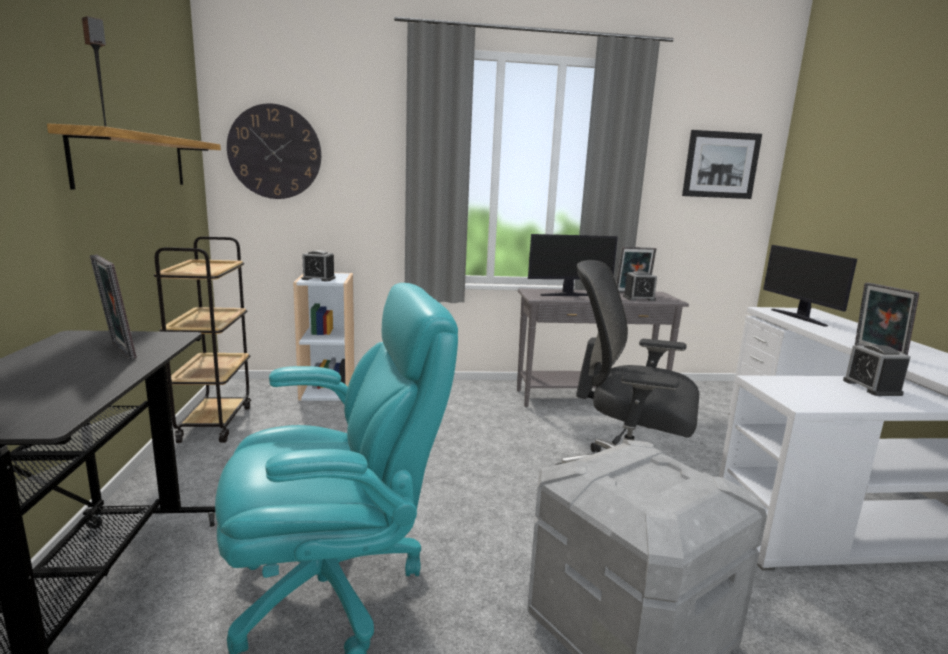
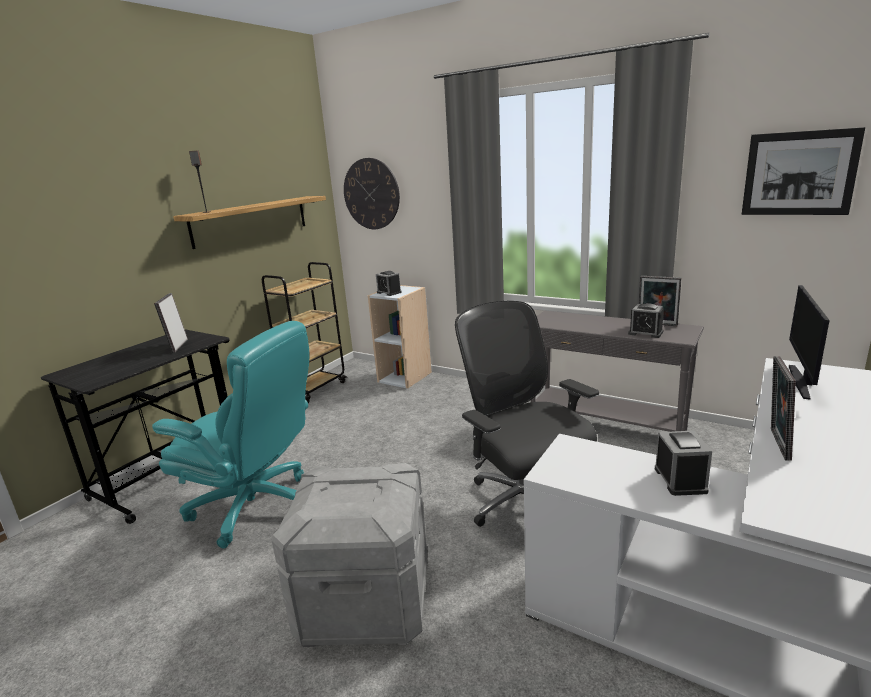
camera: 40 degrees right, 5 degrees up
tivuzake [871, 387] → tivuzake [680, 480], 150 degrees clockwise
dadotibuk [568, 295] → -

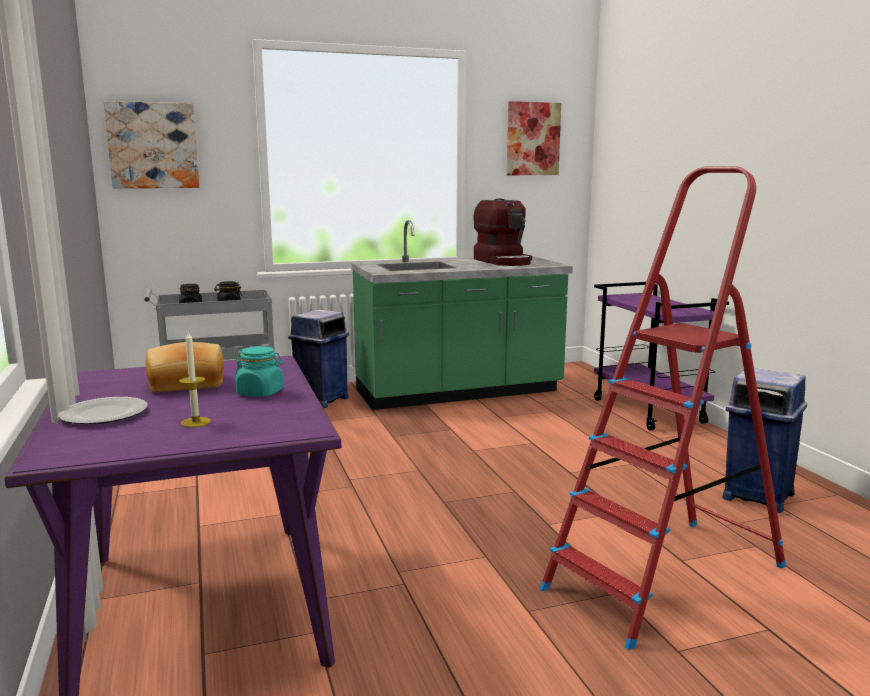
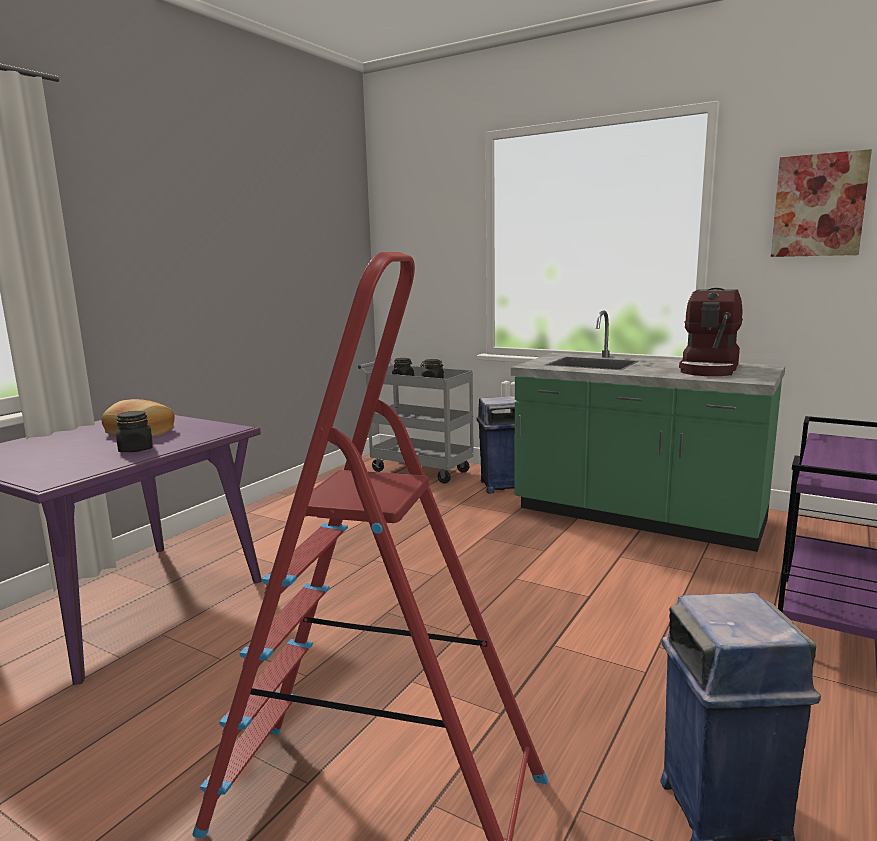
camera: 50 degrees right, 0 degrees up
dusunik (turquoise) [260, 393] → dusunik (black) [136, 449]
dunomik [105, 414] → -
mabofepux [153, 145] → -
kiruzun [195, 422] → -

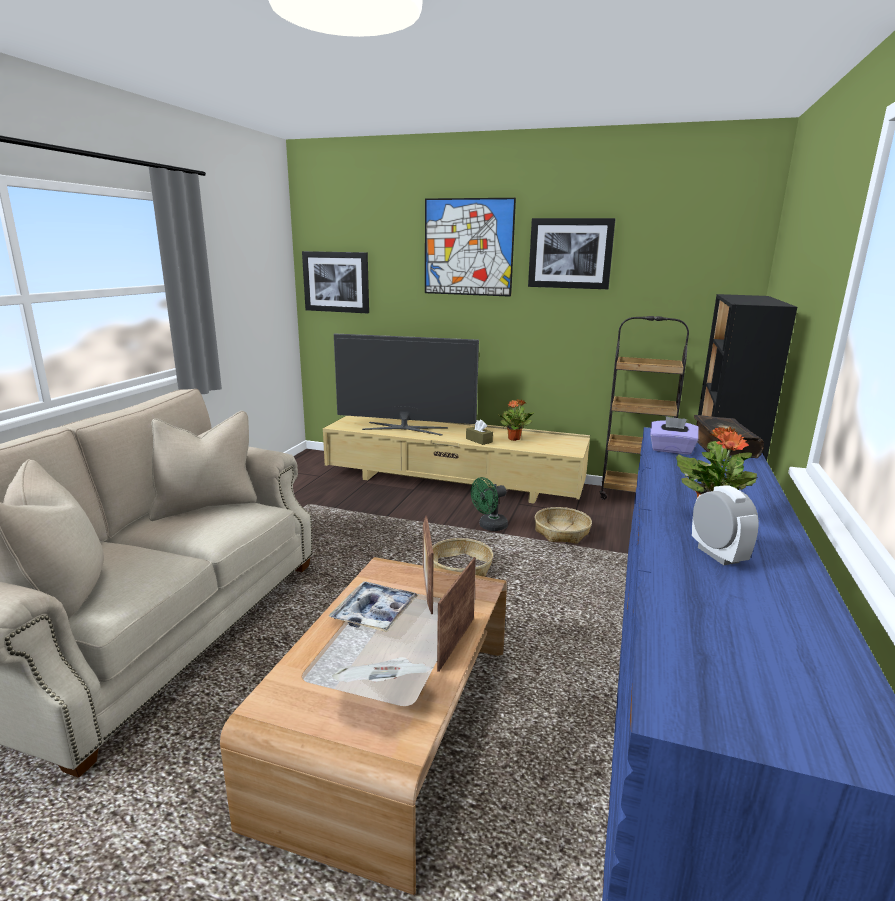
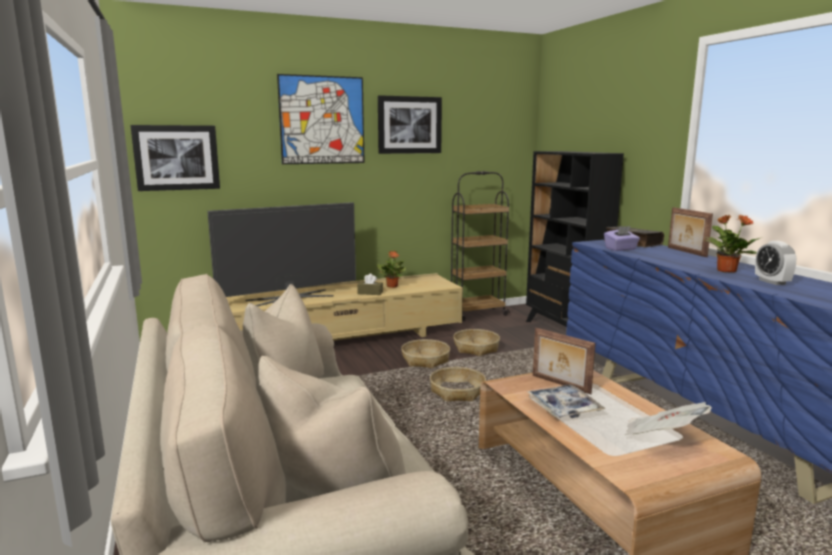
camera: 40 degrees left, 5 degrees down
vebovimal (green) [489, 527] → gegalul [425, 360]
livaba [455, 642] → livaba [686, 252], shifted
tivuzake [717, 555] → tivuzake [772, 282], 135 degrees counterclockwise

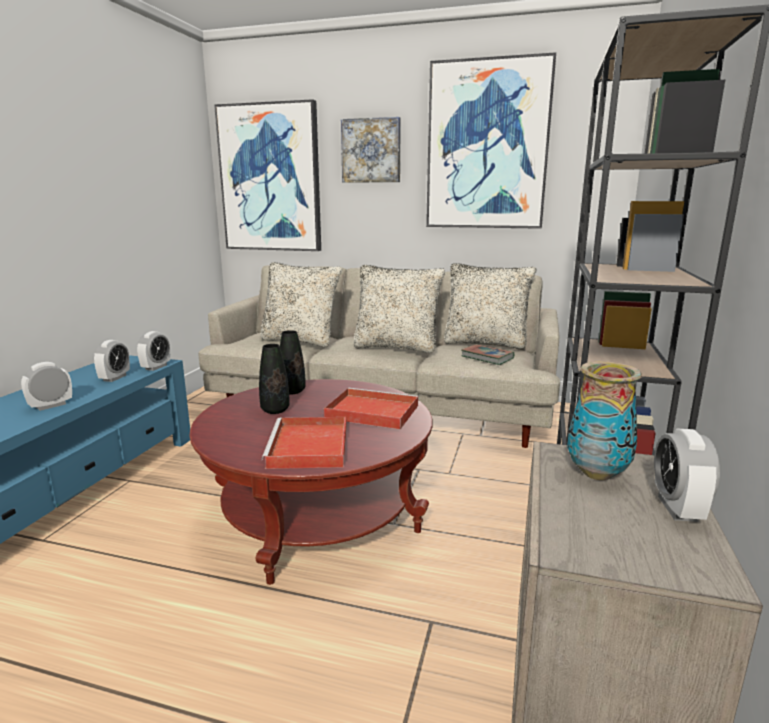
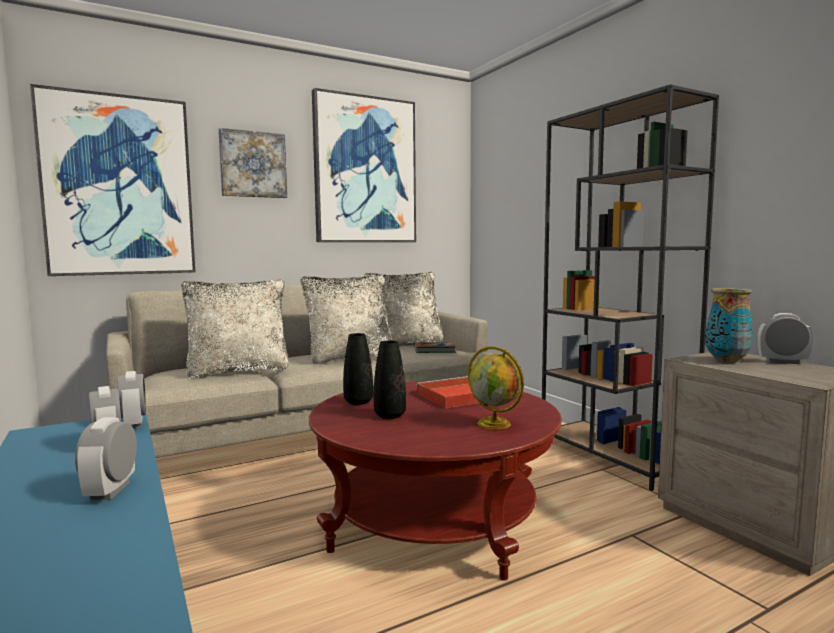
camera: 45 degrees left, 10 degrees down
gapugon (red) [309, 447] → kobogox [495, 424]
tivuzake [677, 508] → tivuzake [782, 362], 150 degrees clockwise

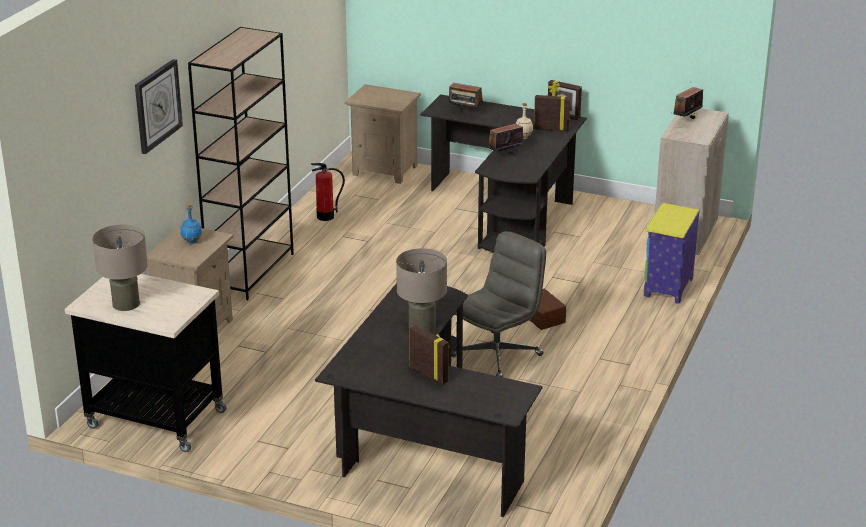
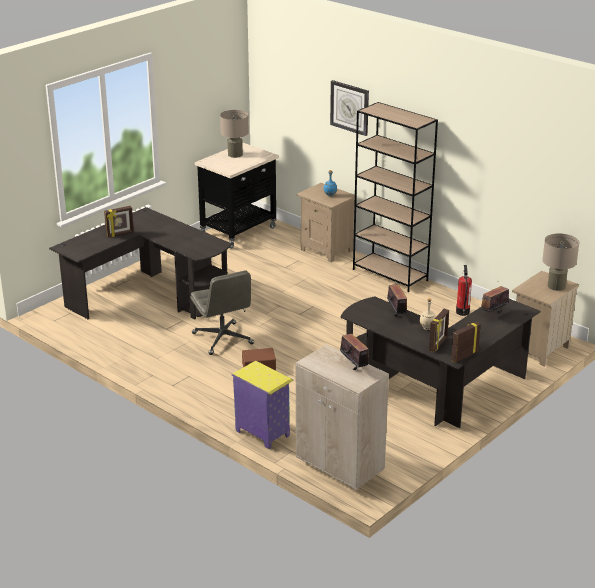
camera: 110 degrees right, 0 degrees up
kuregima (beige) [421, 326] → kuregima (beige) [556, 286], shifted

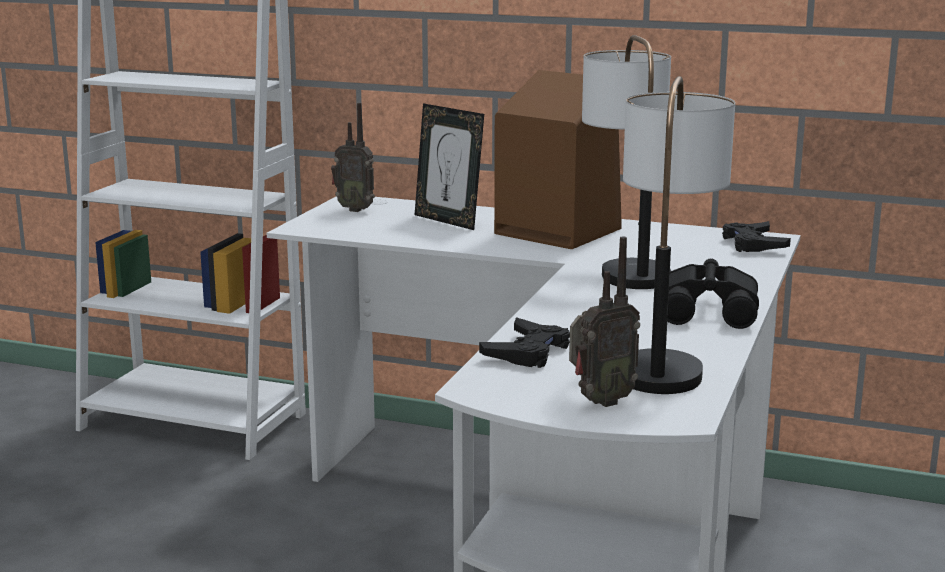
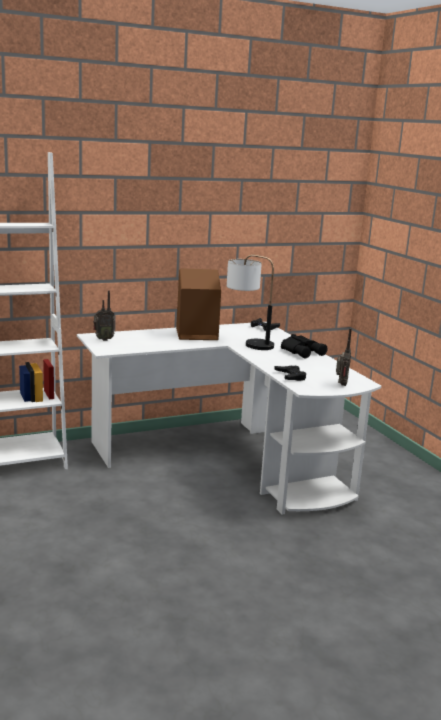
camera: 45 degrees left, 0 degrees up
livaba [448, 221] → -
kuregima [664, 359] → -

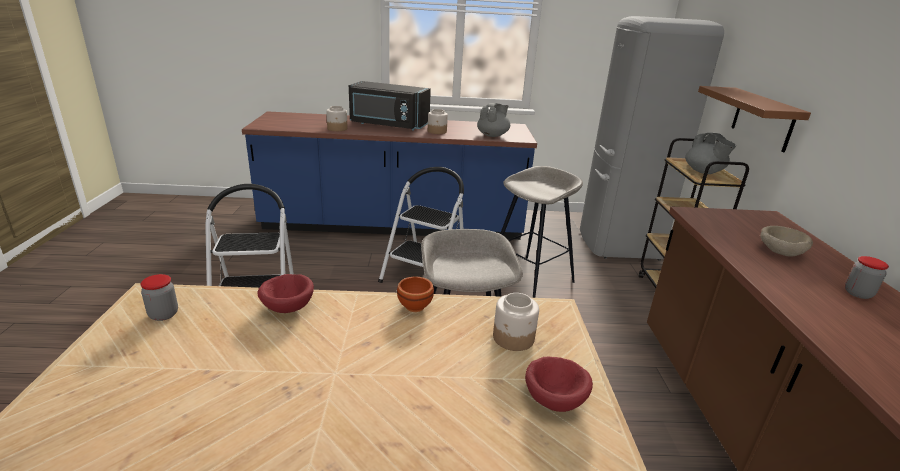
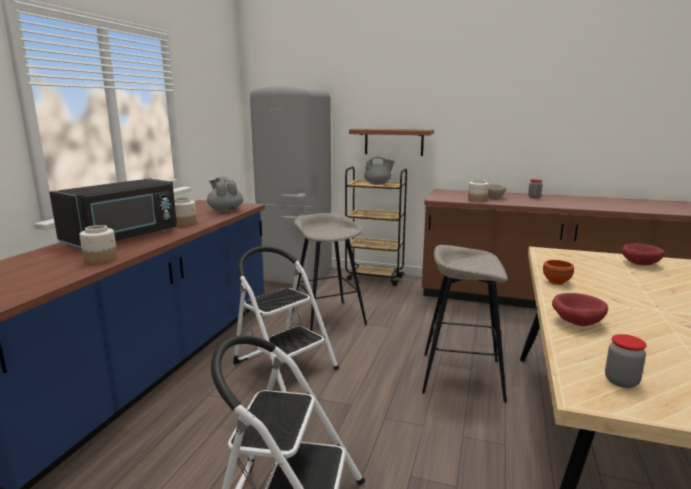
camera: 70 degrees left, 10 degrees down
dusunik [513, 338] → dusunik [477, 200], shifted

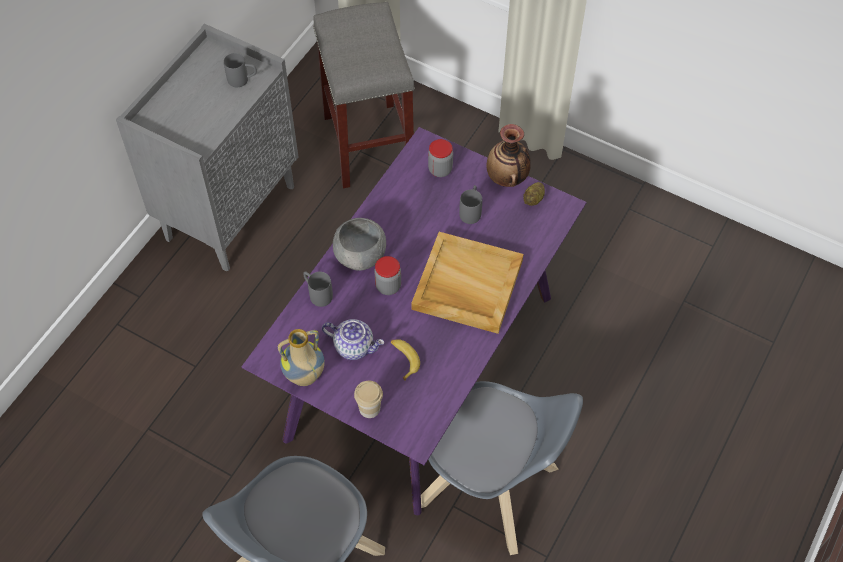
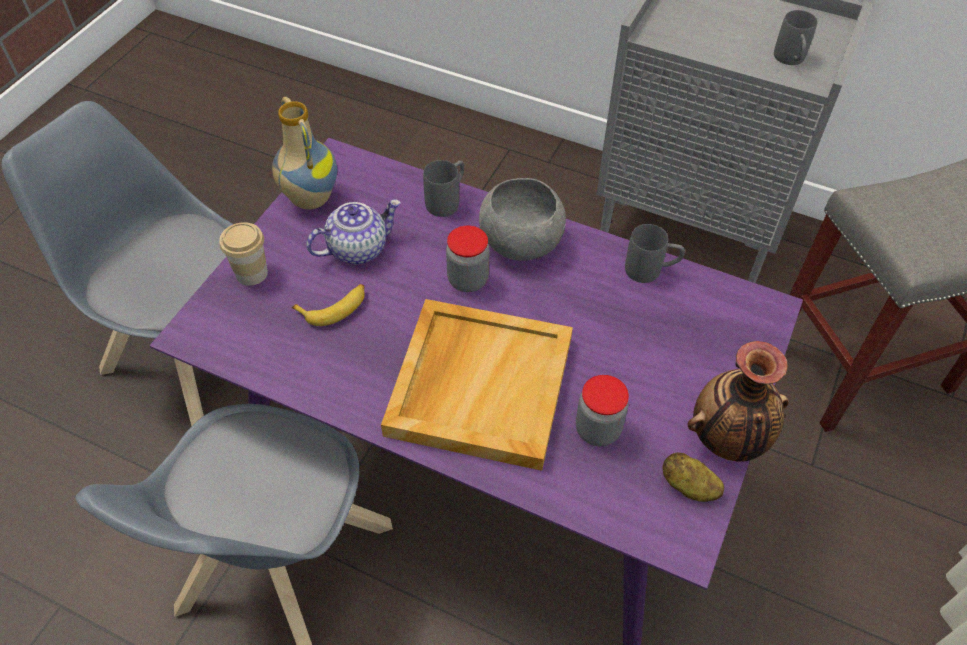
camera: 85 degrees right, 5 degrees down
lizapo [354, 346] → lizapo [358, 248], 135 degrees counterclockwise
dusunik [440, 169] → dusunik [597, 429], shifted
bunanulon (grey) [471, 211] → bunanulon (grey) [651, 270], shifted

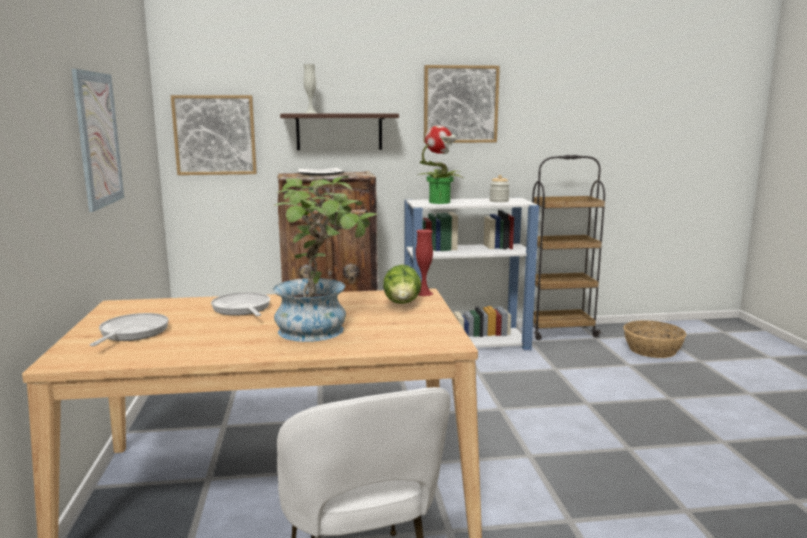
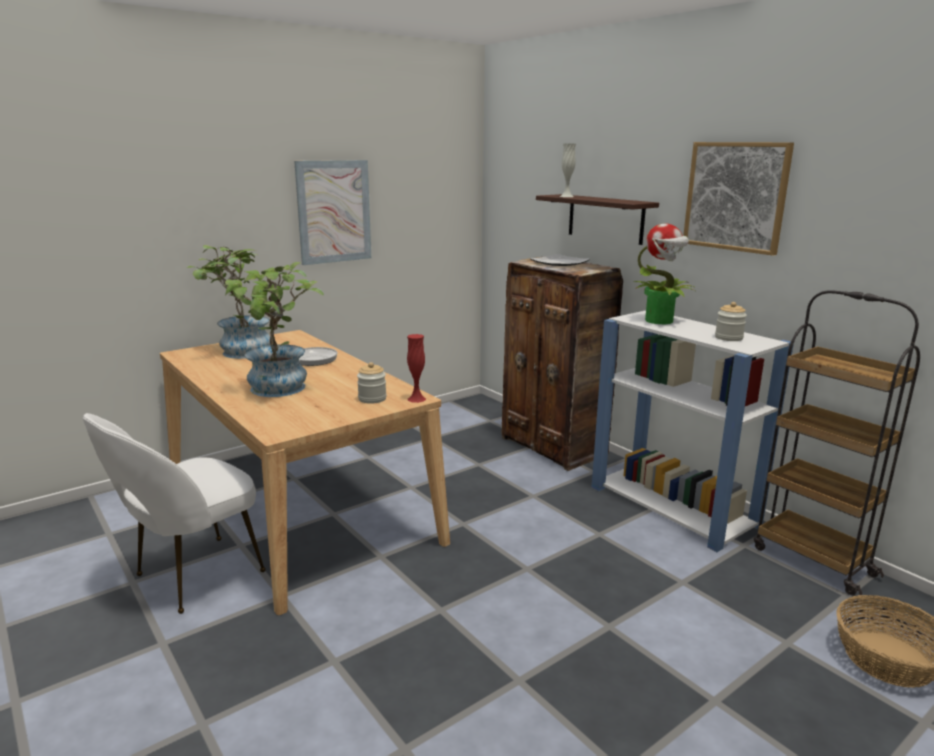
camera: 60 degrees right, 5 degrees up
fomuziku [132, 333] → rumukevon [238, 352]
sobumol [402, 304] → dusunik [372, 399]
mabofepux [215, 135] → -

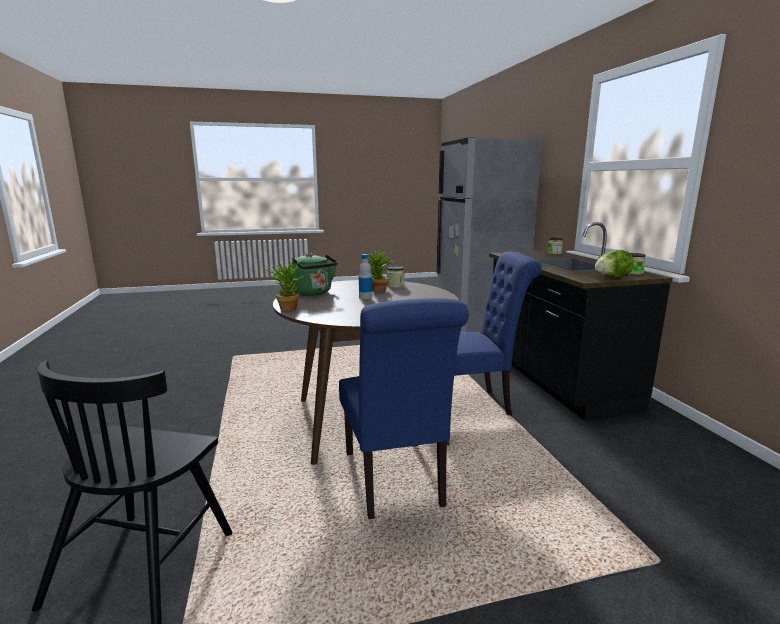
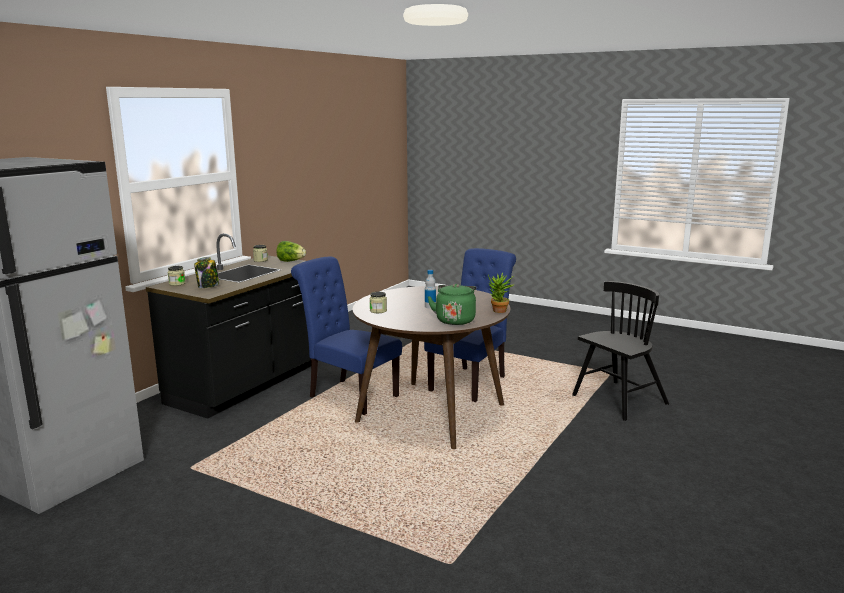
camera: 135 degrees left, 0 degrees up
- → dusunik [208, 286]
rumukevon [378, 291] → -

